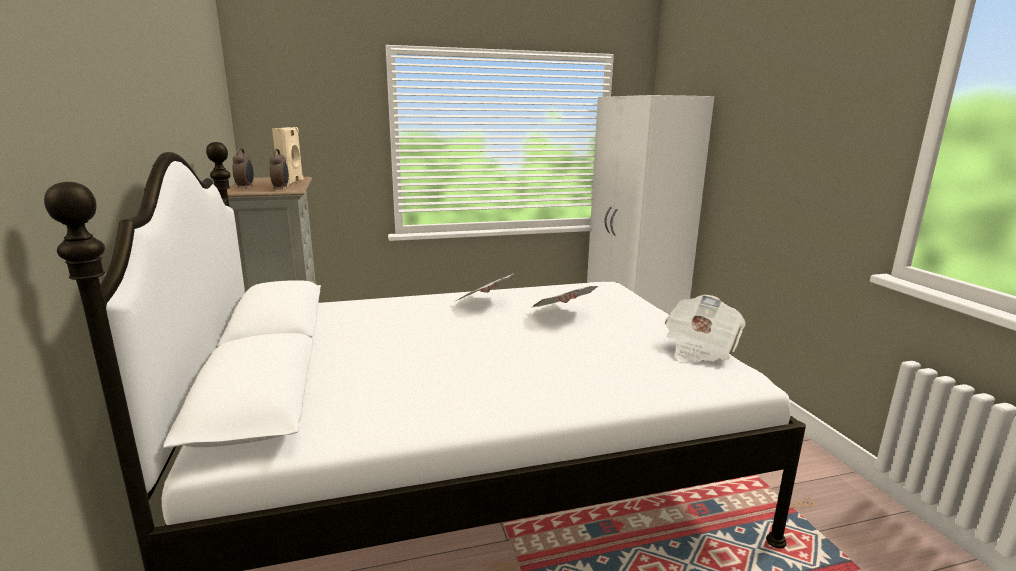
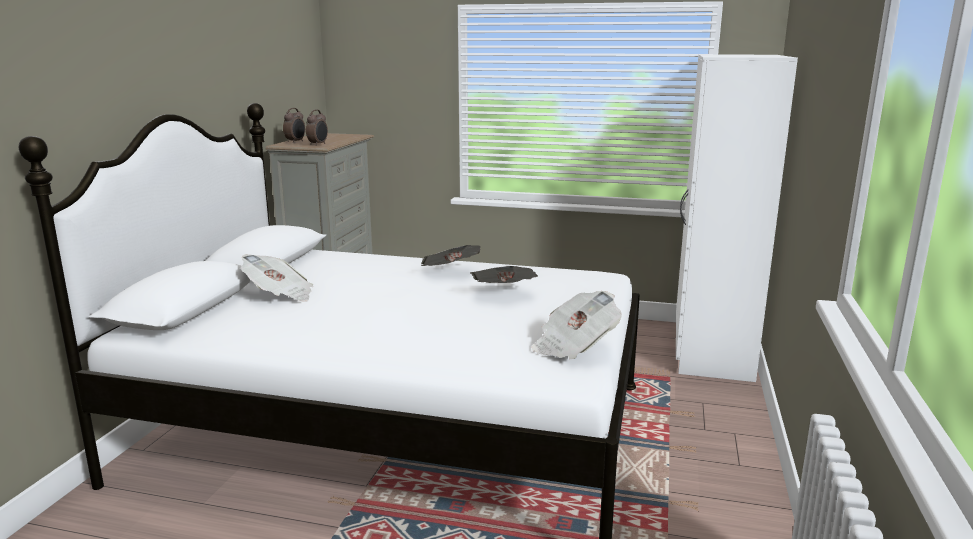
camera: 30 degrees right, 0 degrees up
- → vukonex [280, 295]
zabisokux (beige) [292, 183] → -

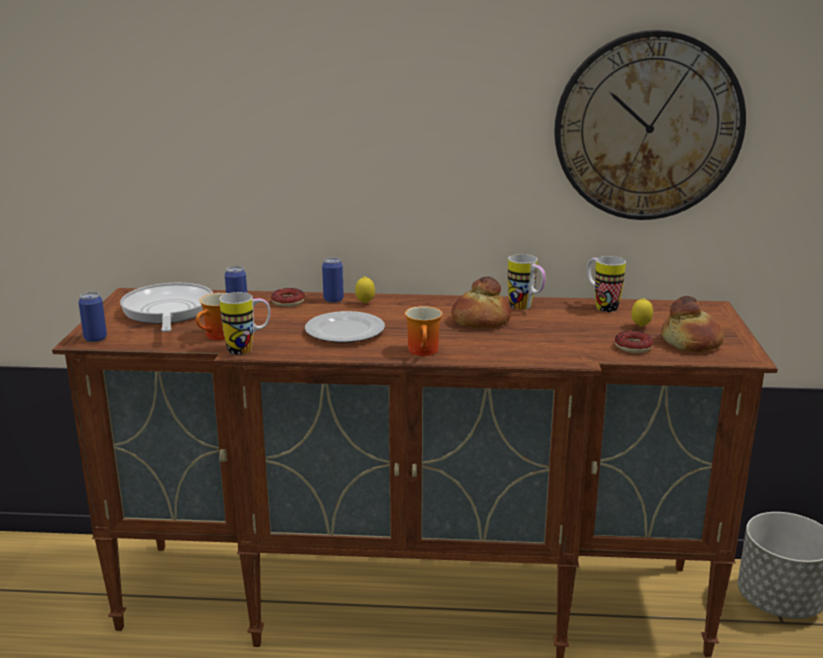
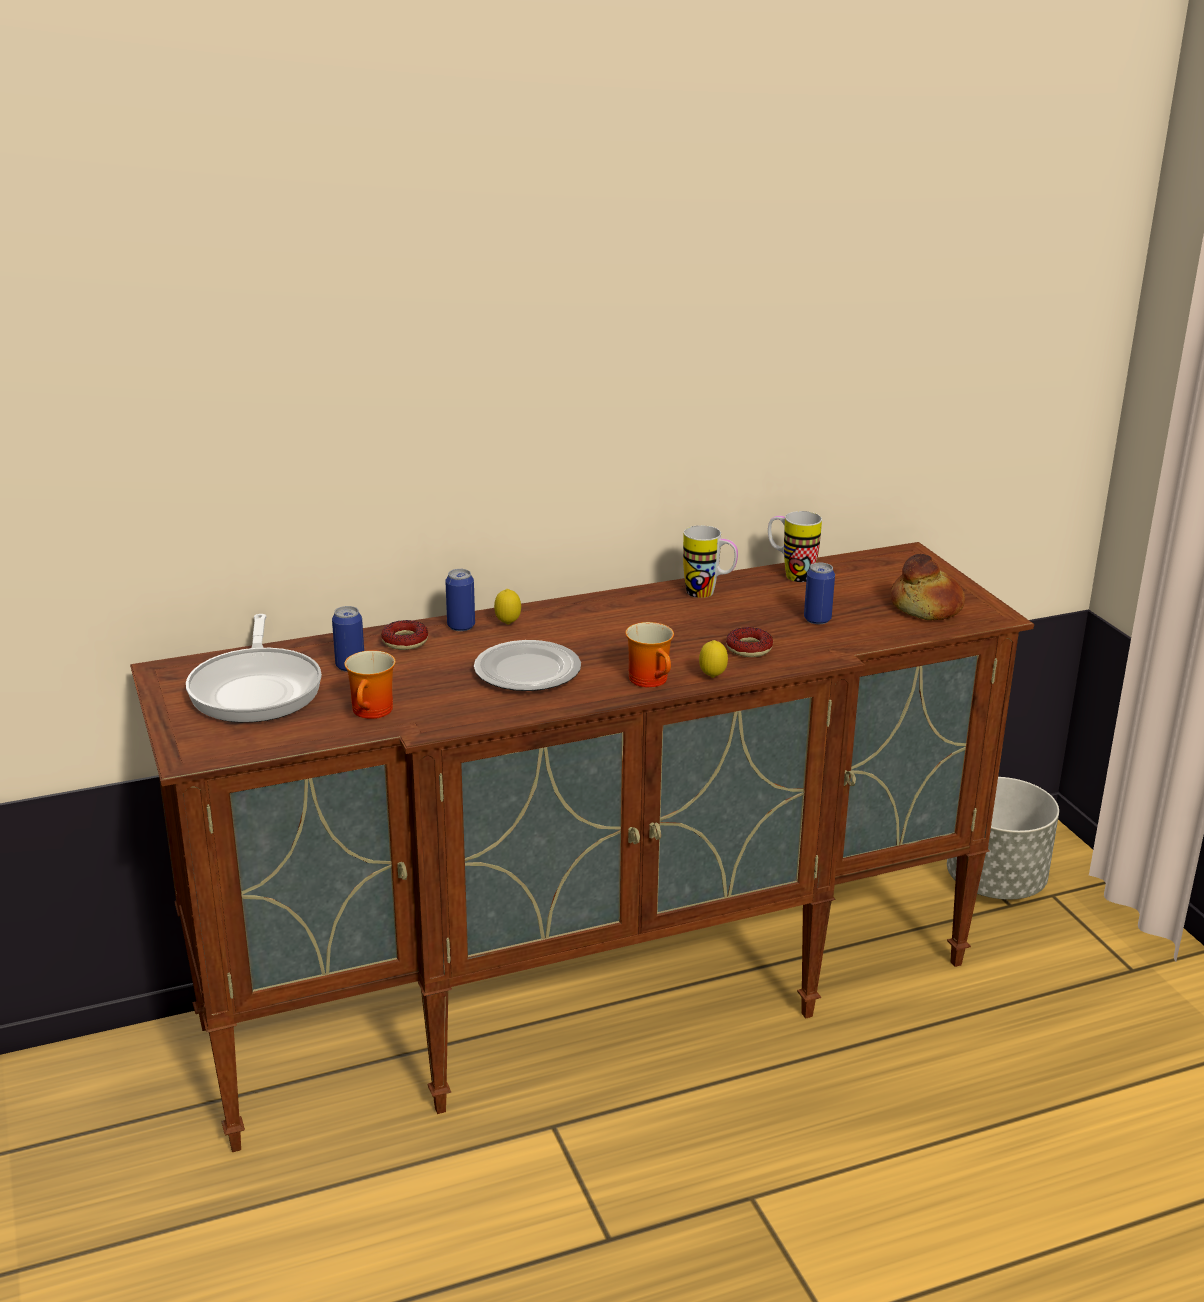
camera: 25 degrees left, 5 degrees up
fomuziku [168, 312] → fomuziku [257, 689], 150 degrees counterclockwise
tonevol [640, 326] → tonevol [712, 677], shifted
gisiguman [633, 347] → gisiguman [749, 648], shifted
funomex [95, 338] → funomex [817, 619], shifted
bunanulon [248, 349] → -
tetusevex [480, 321] → -
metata [648, 127] → -

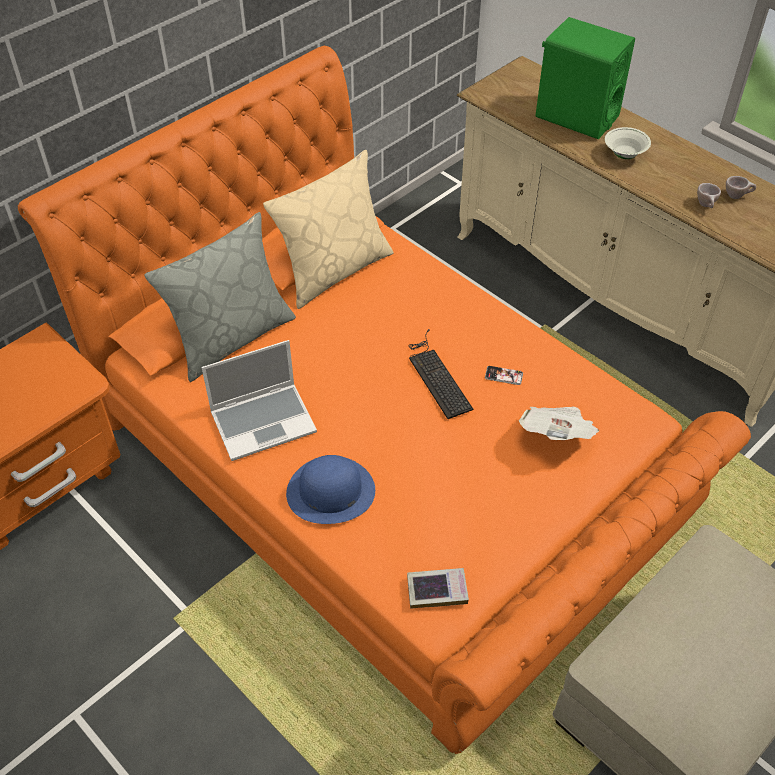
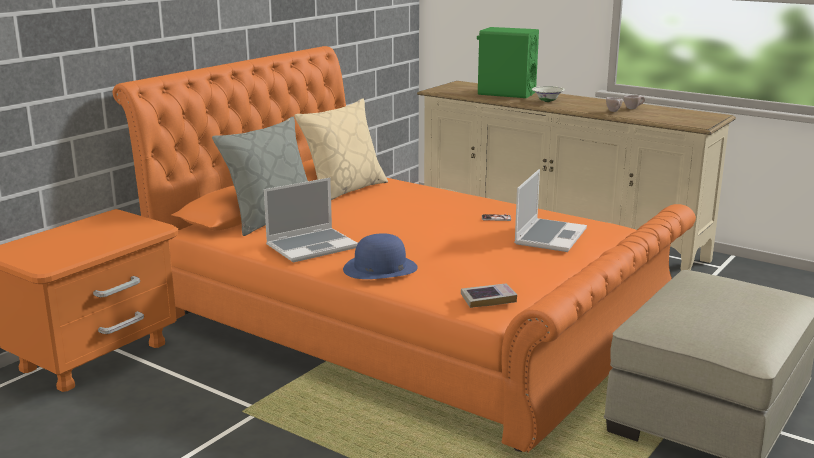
camera: 10 degrees left, 30 degrees down
vukonex [557, 435] → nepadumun [549, 236]
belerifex [436, 375] → -

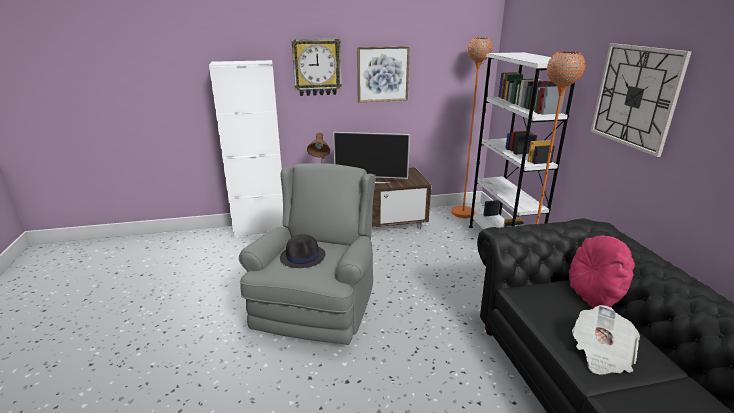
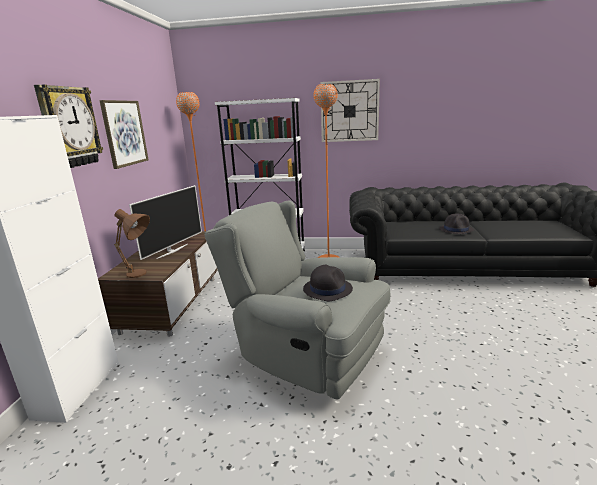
camera: 70 degrees left, 5 degrees down
vukonex [601, 354] → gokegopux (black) [456, 229]
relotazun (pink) [592, 297] → -

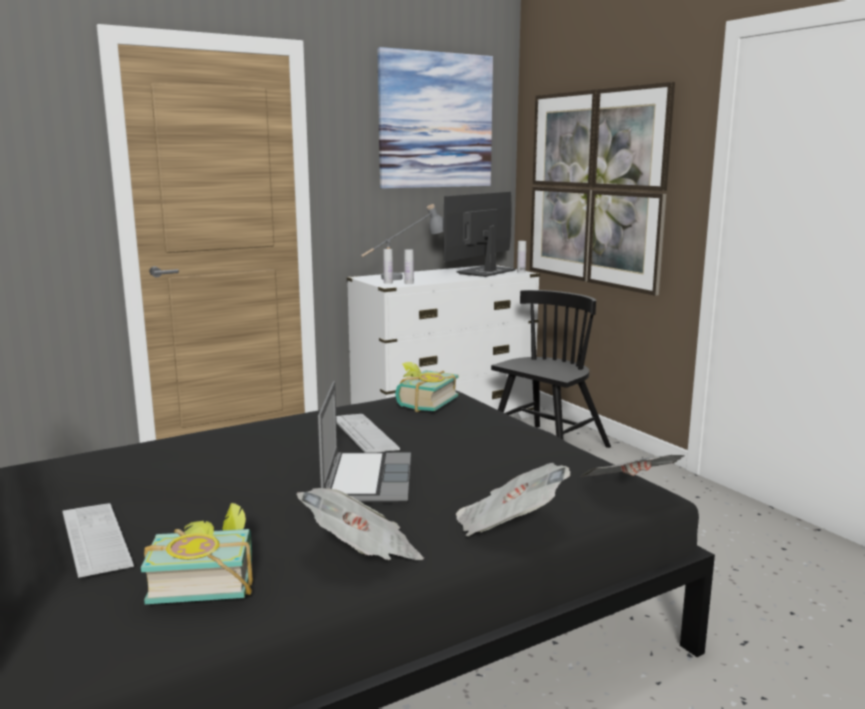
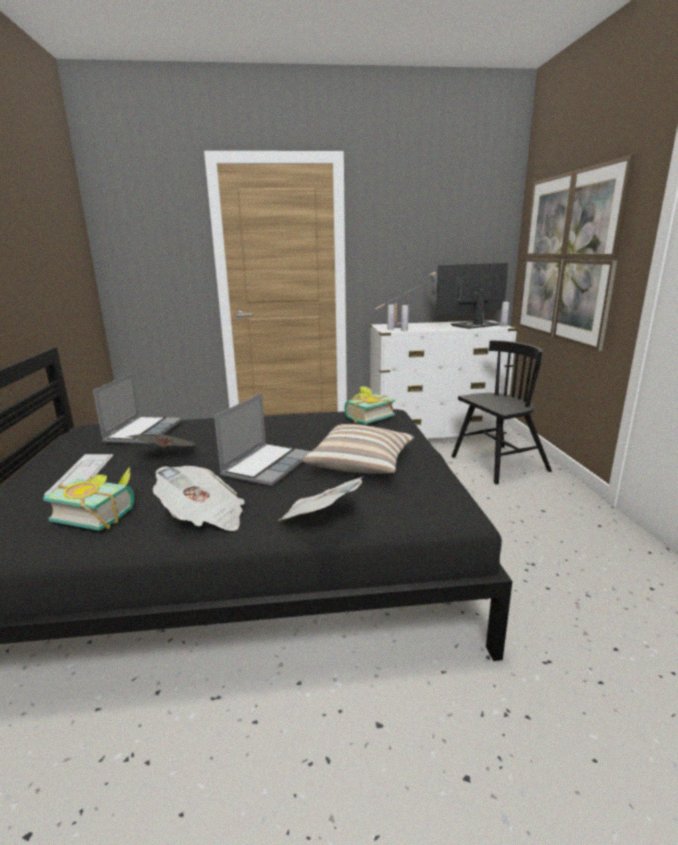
camera: 25 degrees right, 5 degrees up
- → nepadumun [143, 431]
vukonex [628, 491] → vukonex [168, 457], shifted
- → relotazun [361, 465]
belerifex [364, 434] → -
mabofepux [435, 121] → -

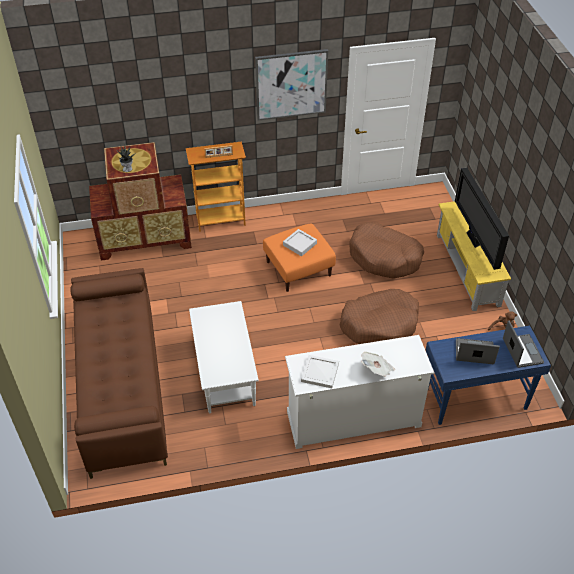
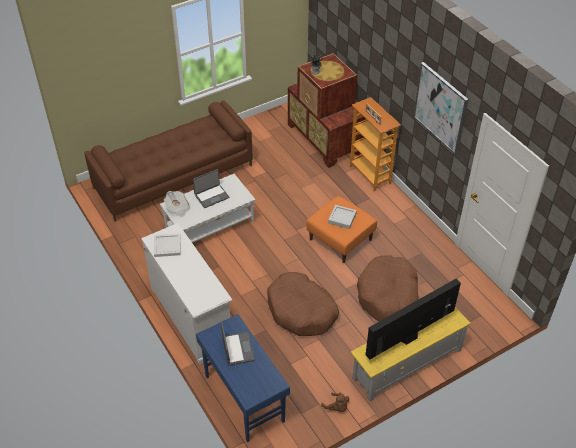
camera: 70 degrees right, 0 degrees up
vukonex [377, 369] → vukonex [177, 208], shifted
nepadumun [521, 351] → nepadumun [211, 196], shifted

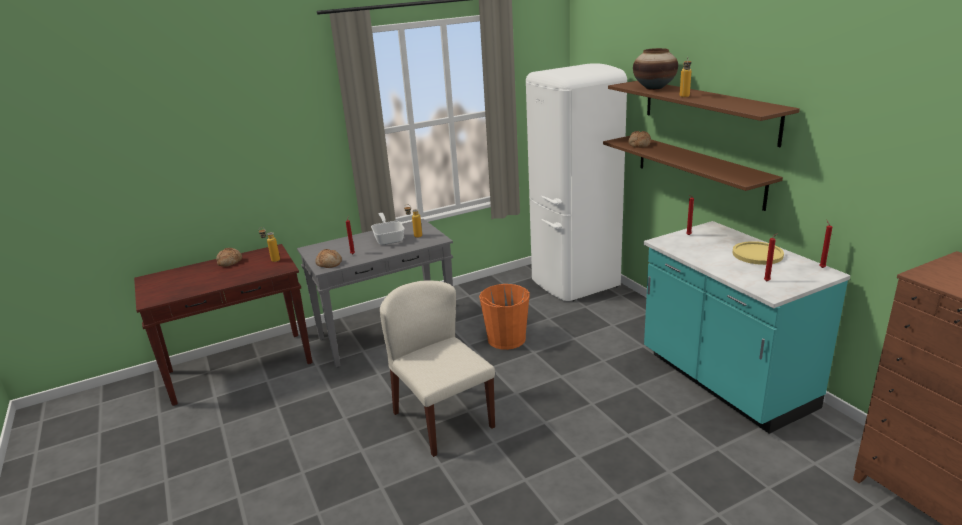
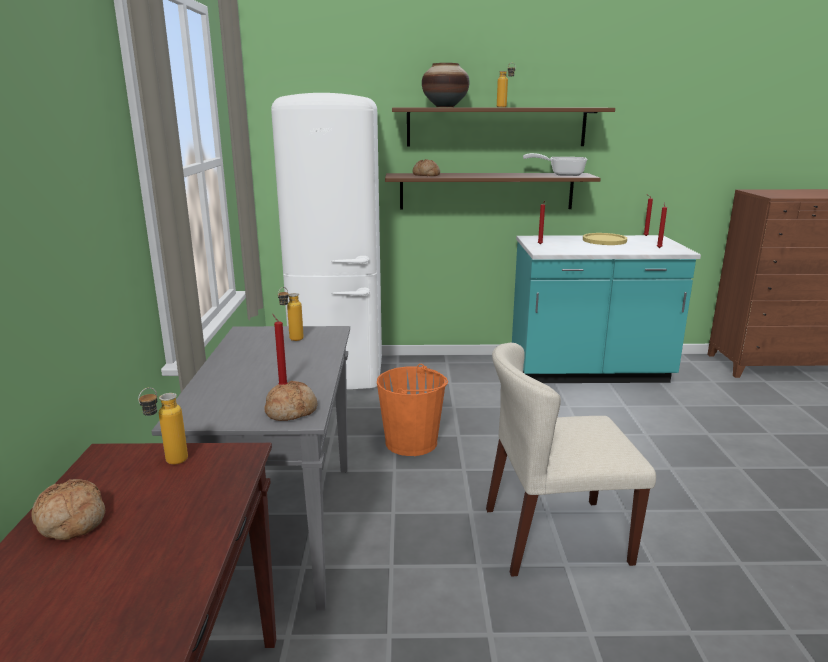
camera: 65 degrees left, 5 degrees down
fomuziku [388, 238] → fomuziku [561, 174], shifted

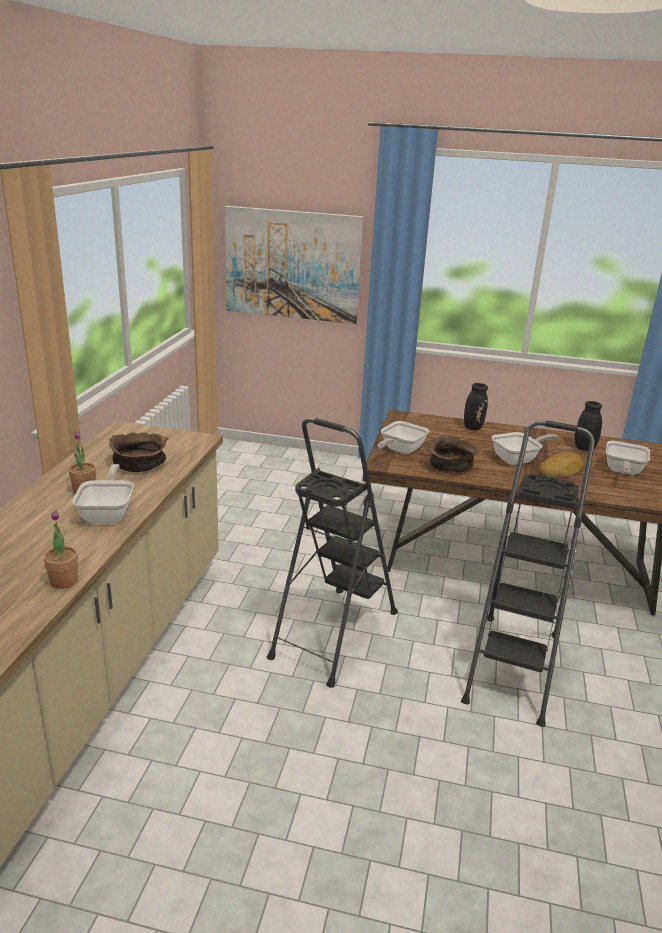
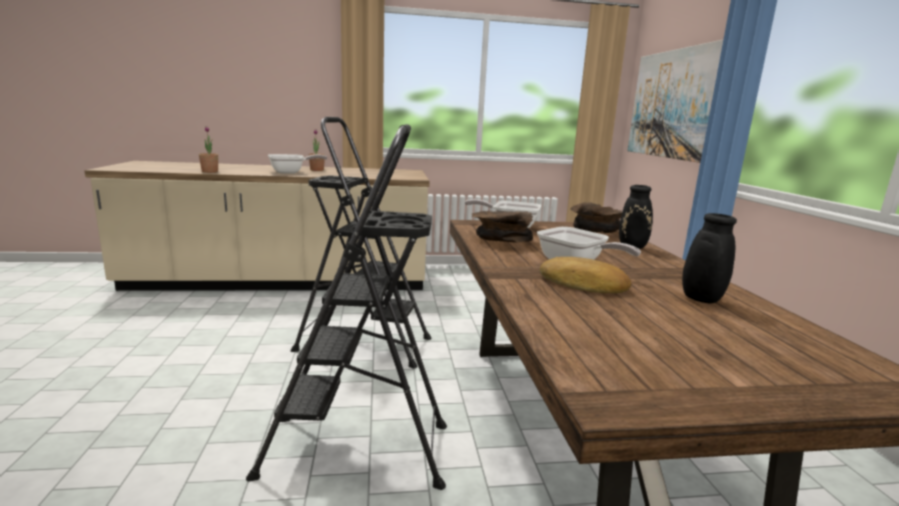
camera: 70 degrees right, 10 degrees down
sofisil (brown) [140, 464] → sofisil (brown) [595, 231], shifted
fomuziku [622, 471] → -

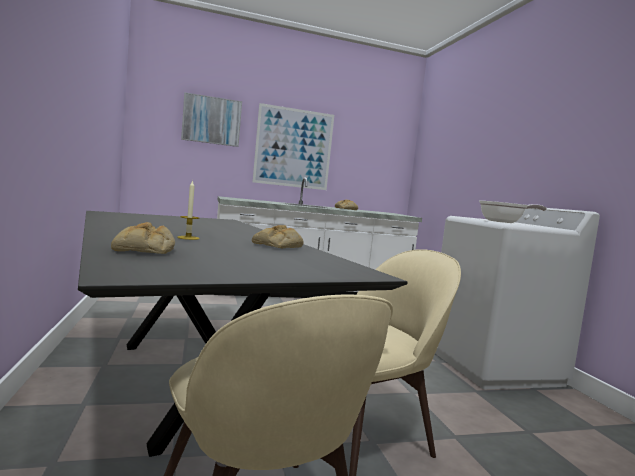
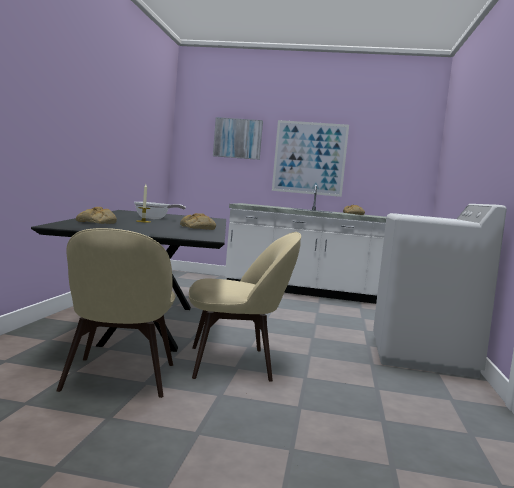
camera: 25 degrees right, 0 degrees up
fomuziku [505, 222] → fomuziku [154, 218], shifted

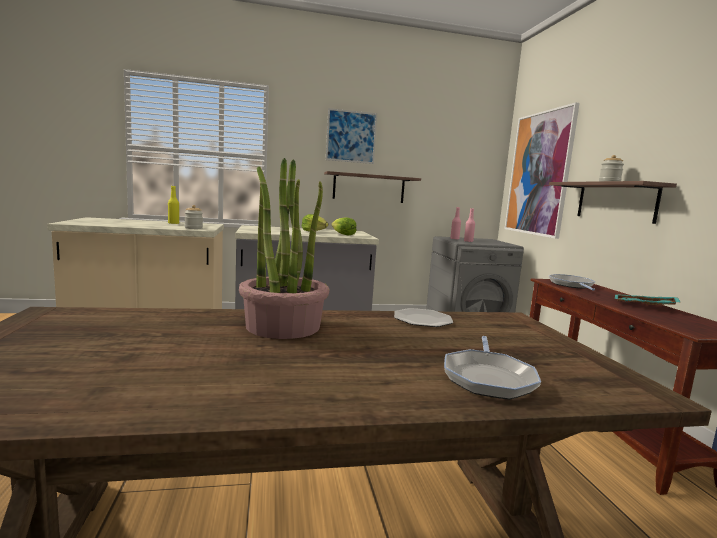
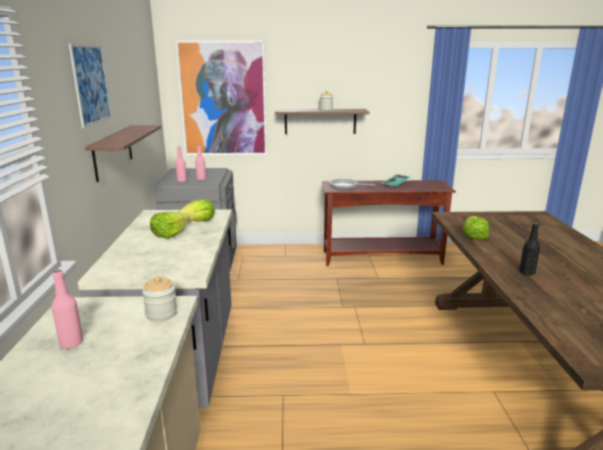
camera: 80 degrees left, 10 degrees up
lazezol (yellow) [173, 223] → lazezol (pink) [71, 343]
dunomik [422, 319] → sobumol [474, 236]
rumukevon [283, 326] → lazezol (black) [526, 273]
fomuziku [488, 378] → -

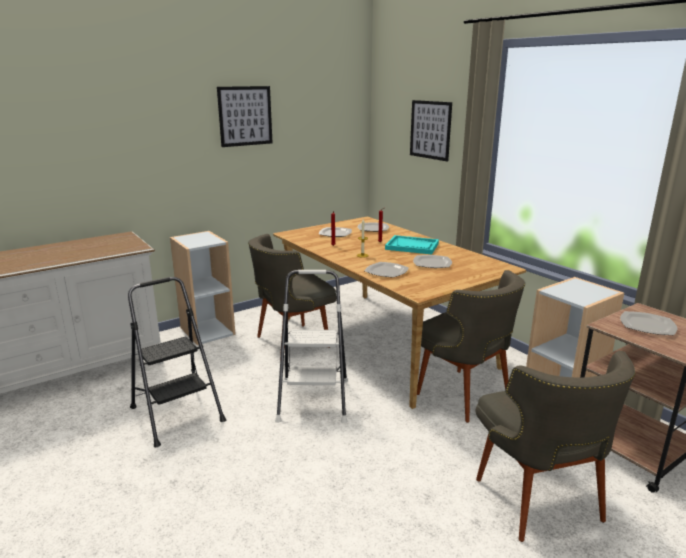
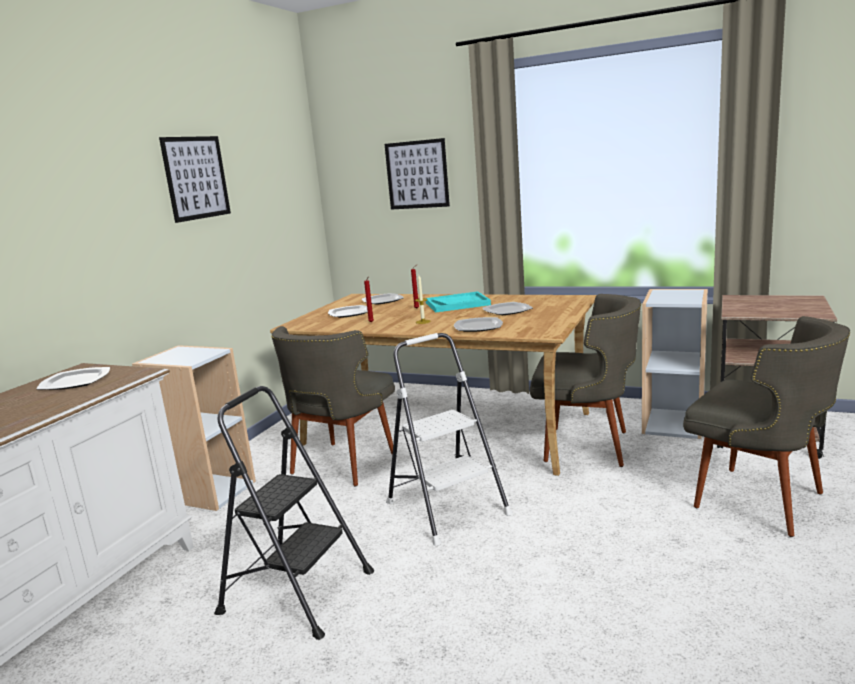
camera: 30 degrees left, 5 degrees down
dunomik [647, 325] → dunomik [76, 381], shifted

